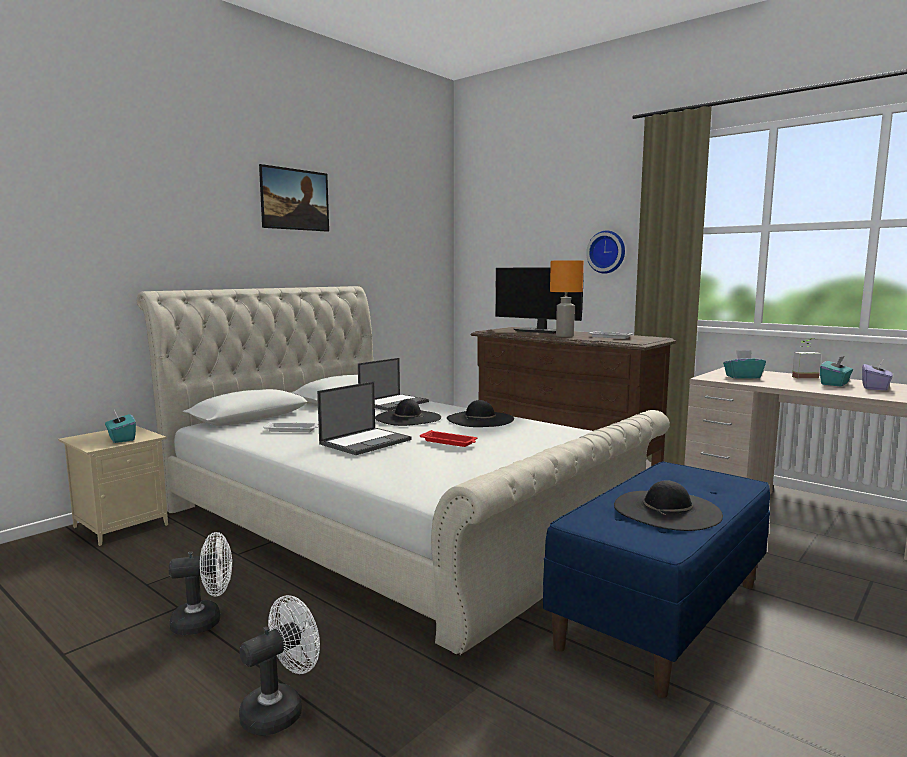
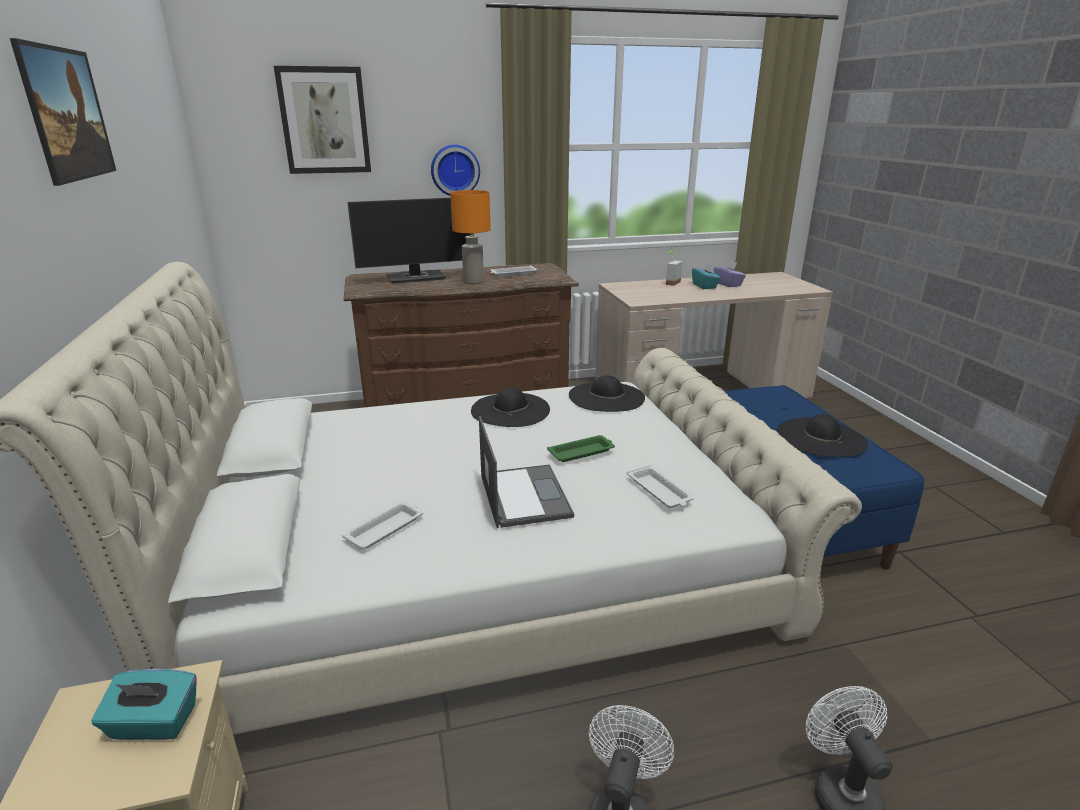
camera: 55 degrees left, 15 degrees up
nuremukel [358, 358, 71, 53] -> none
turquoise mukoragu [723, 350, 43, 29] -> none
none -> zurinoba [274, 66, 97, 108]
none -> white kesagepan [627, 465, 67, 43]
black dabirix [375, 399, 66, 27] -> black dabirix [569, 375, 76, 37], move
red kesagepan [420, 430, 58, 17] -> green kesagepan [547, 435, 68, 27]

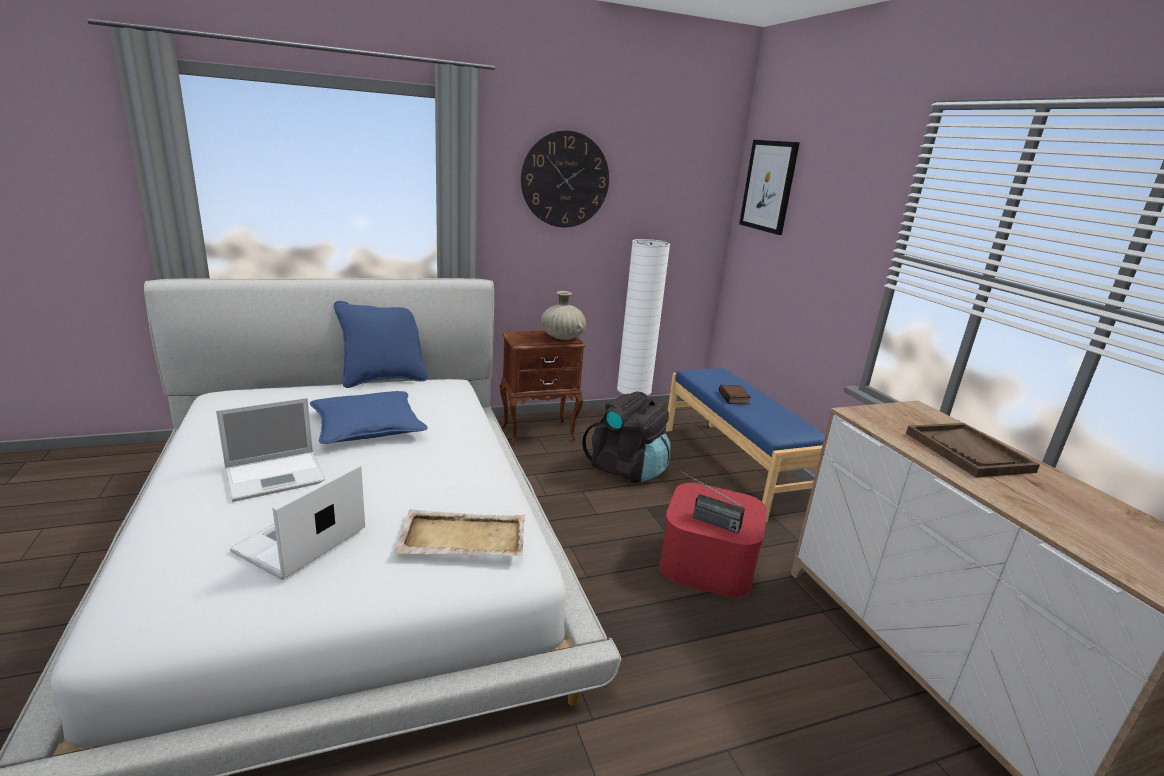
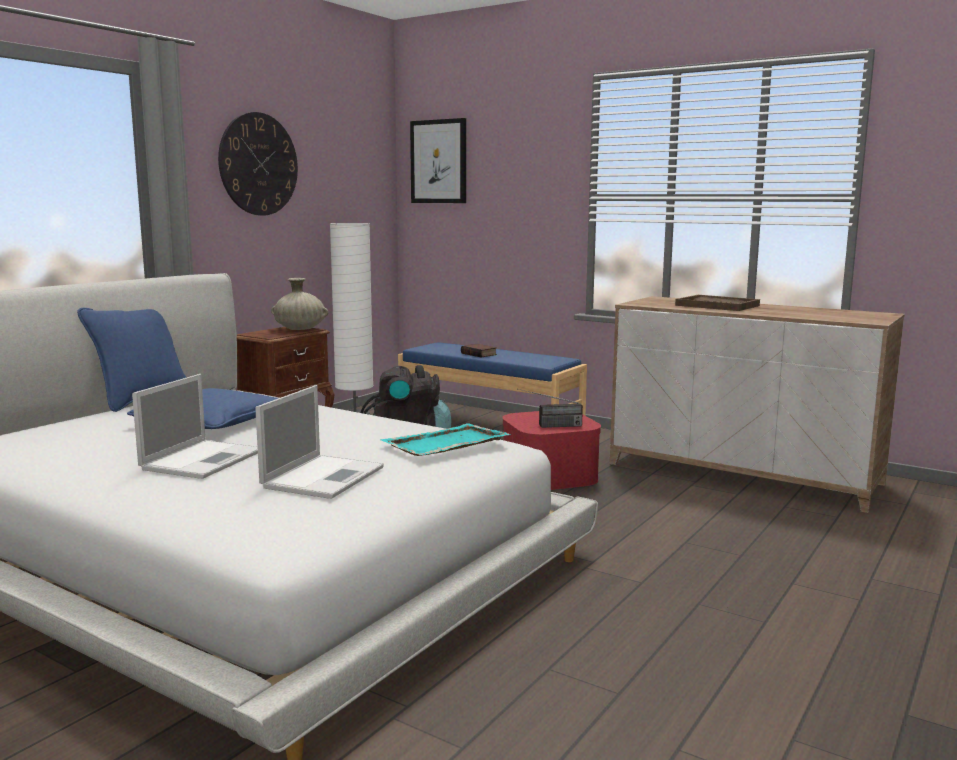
camera: 35 degrees left, 10 degrees down
beige kesagepan [394, 509, 131, 47] -> turquoise kesagepan [381, 423, 130, 33]
nuremukel [230, 464, 135, 116] -> nuremukel [255, 385, 129, 114], 150 degrees counterclockwise

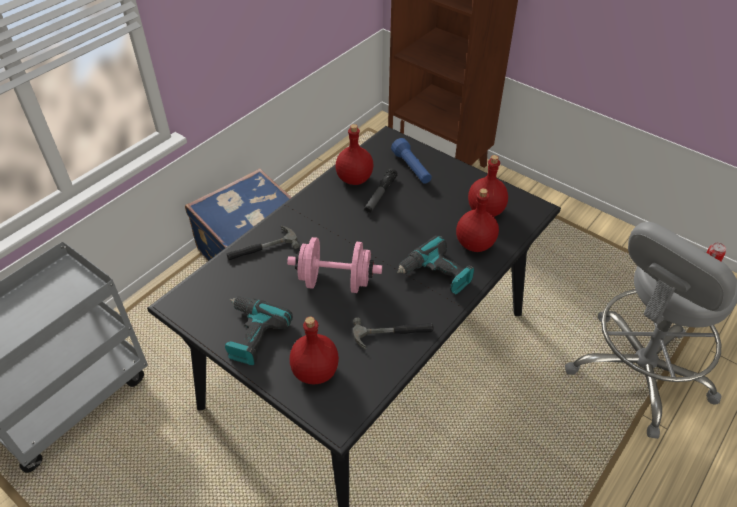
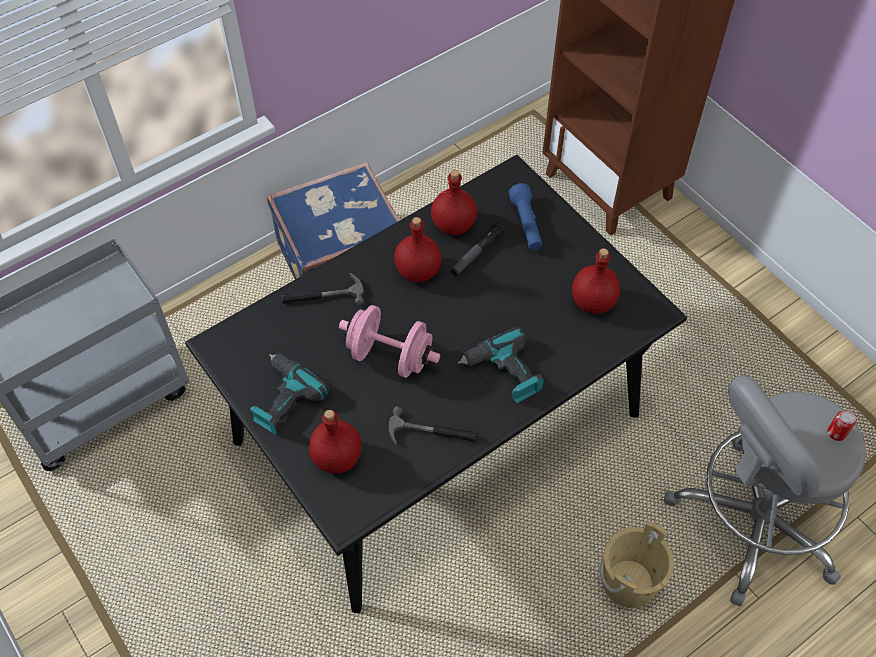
camera: 15 degrees right, 10 degrees up
none -> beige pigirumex [599, 521, 75, 87]
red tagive [456, 188, 43, 64] -> red tagive [394, 217, 48, 65], move

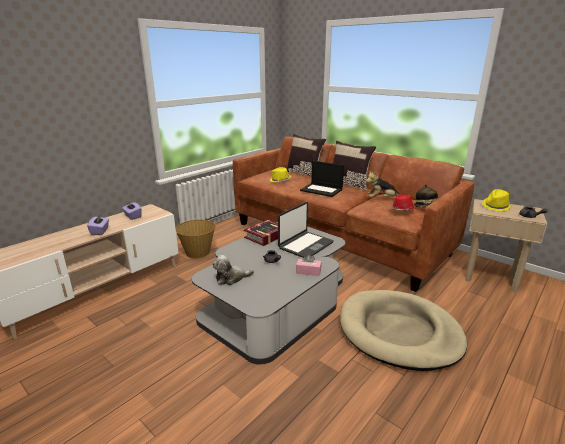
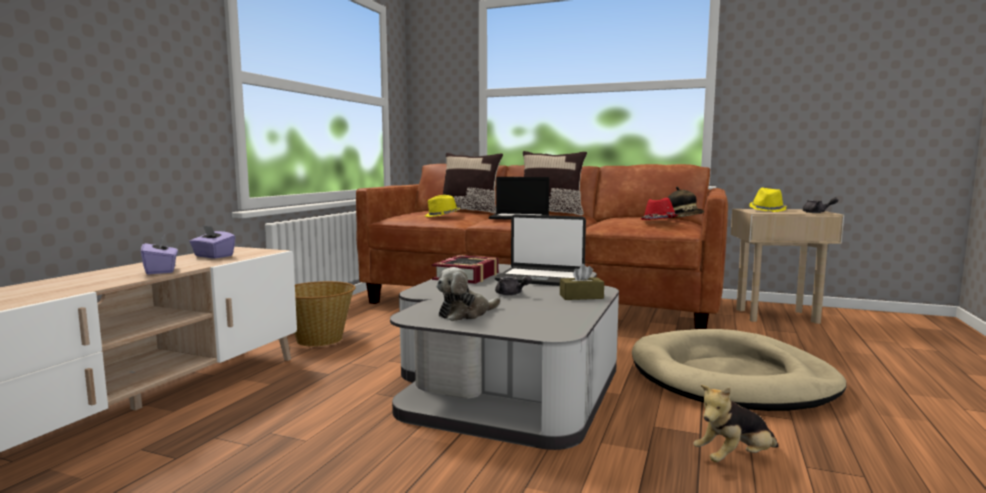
camera: 20 degrees left, 15 degrees down
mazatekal [366, 171, 34, 26] -> mazatekal [693, 385, 85, 77], move
pink mukoragu [296, 254, 25, 22] -> brown mukoragu [560, 264, 44, 36]
nuremukel [278, 202, 56, 56] -> nuremukel [495, 214, 91, 72], 90 degrees clockwise

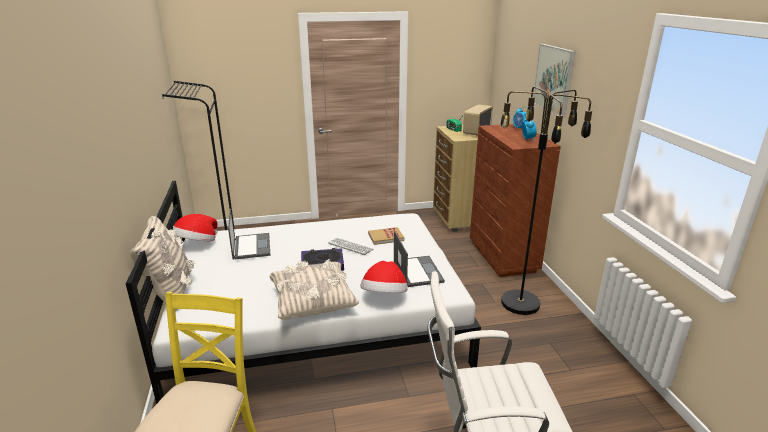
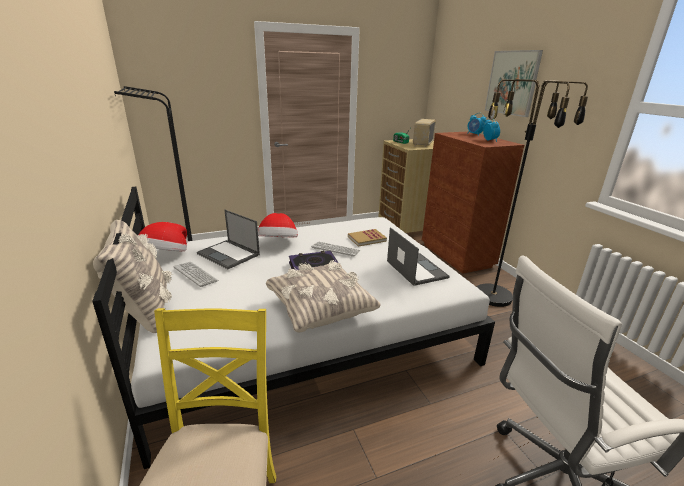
camera: 10 degrees left, 0 degrees up
none -> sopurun [174, 262, 45, 25]
dabirix [361, 261, 47, 32] -> dabirix [258, 213, 40, 24], move
nuremukel [228, 209, 43, 51] -> nuremukel [197, 210, 63, 59], 150 degrees clockwise

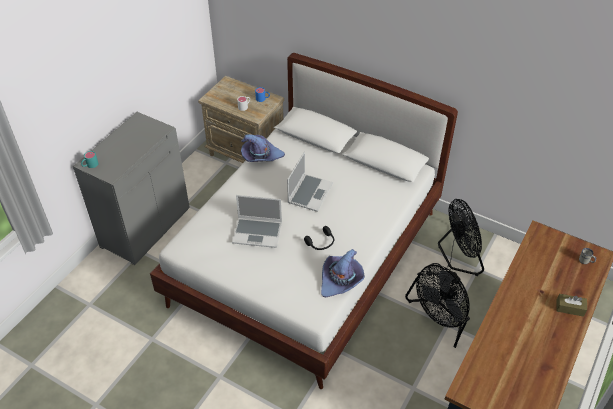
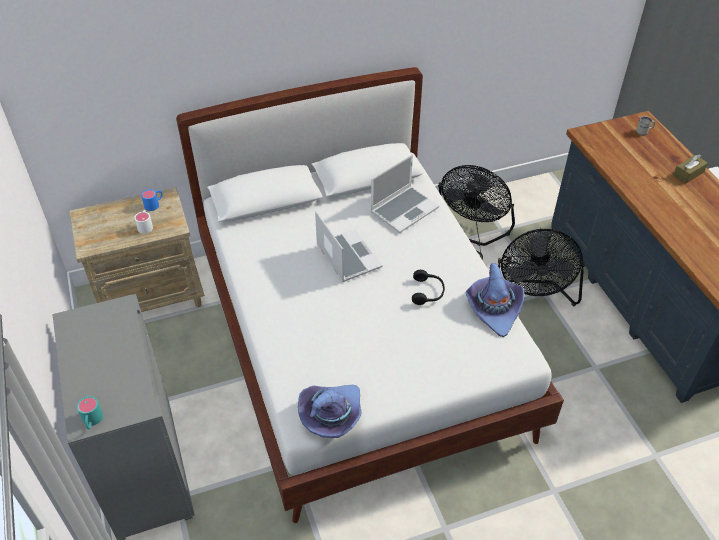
camera: 50 degrees left, 0 degrees up
nuremukel [232, 195, 50, 53] -> nuremukel [371, 154, 68, 79], move
purple dabirix [241, 134, 44, 28] -> purple dabirix [298, 384, 64, 54], move

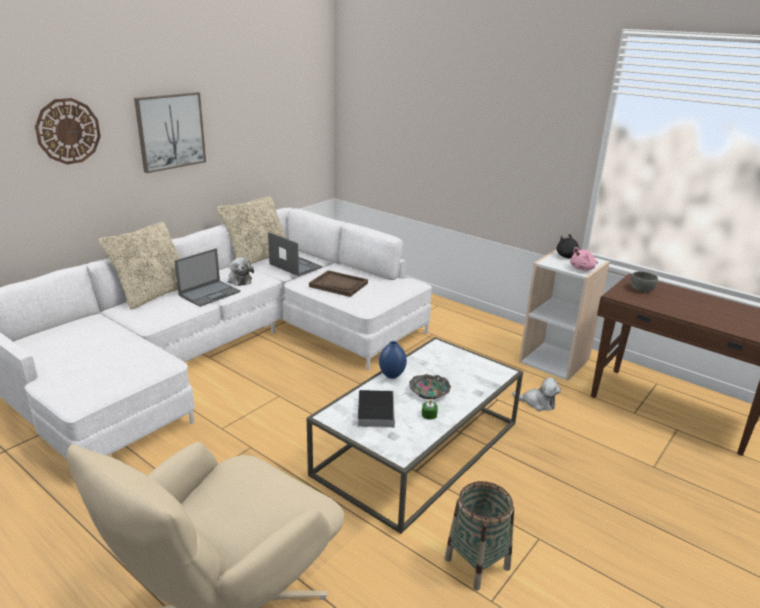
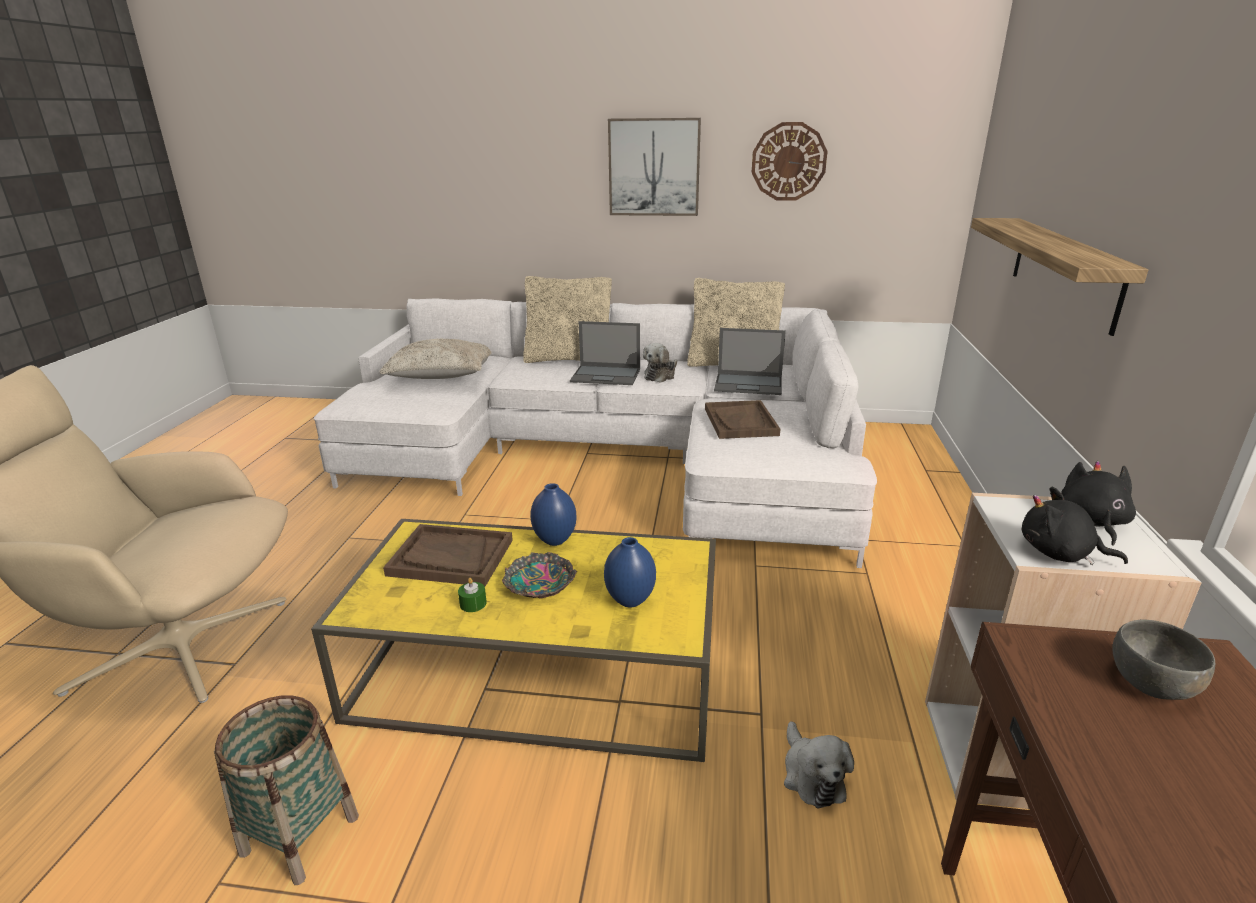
camera: 60 degrees right, 0 degrees up
none -> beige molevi [380, 338, 111, 41]
none -> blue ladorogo [604, 537, 52, 71]
none -> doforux [971, 218, 177, 118]
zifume [35, 98, 66, 66] -> zifume [752, 122, 76, 79], move
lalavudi [358, 390, 37, 38] -> brown kesagepan [383, 524, 130, 62]
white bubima [307, 337, 216, 197] -> yellow bubima [311, 519, 405, 243]
pink mazatekal [570, 247, 28, 24] -> black mazatekal [1022, 487, 106, 78]
nuremukel [268, 232, 54, 44] -> nuremukel [714, 328, 72, 67], 90 degrees clockwise

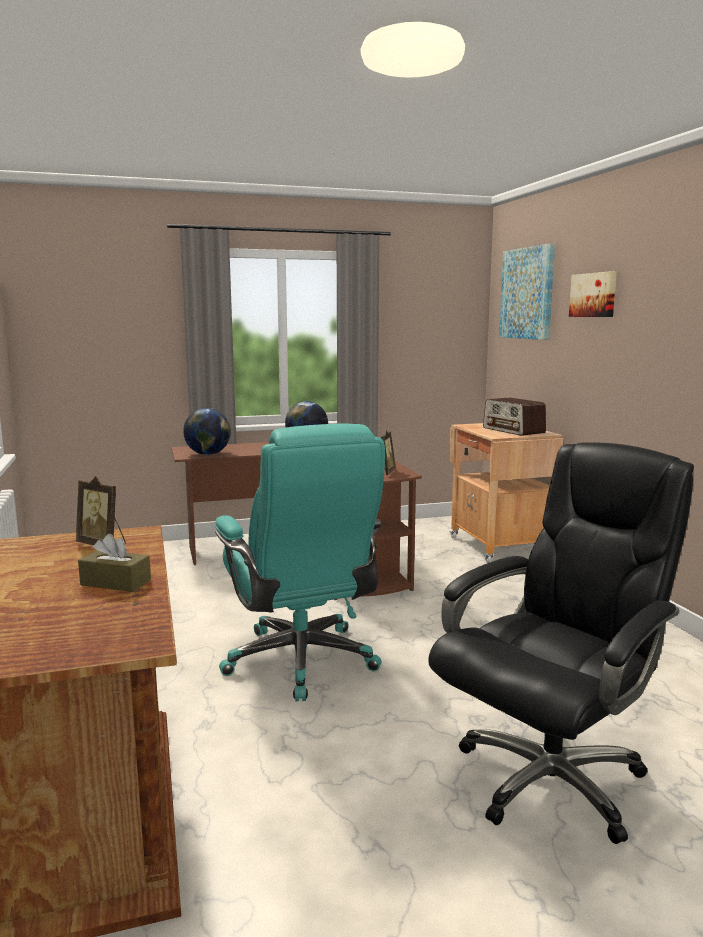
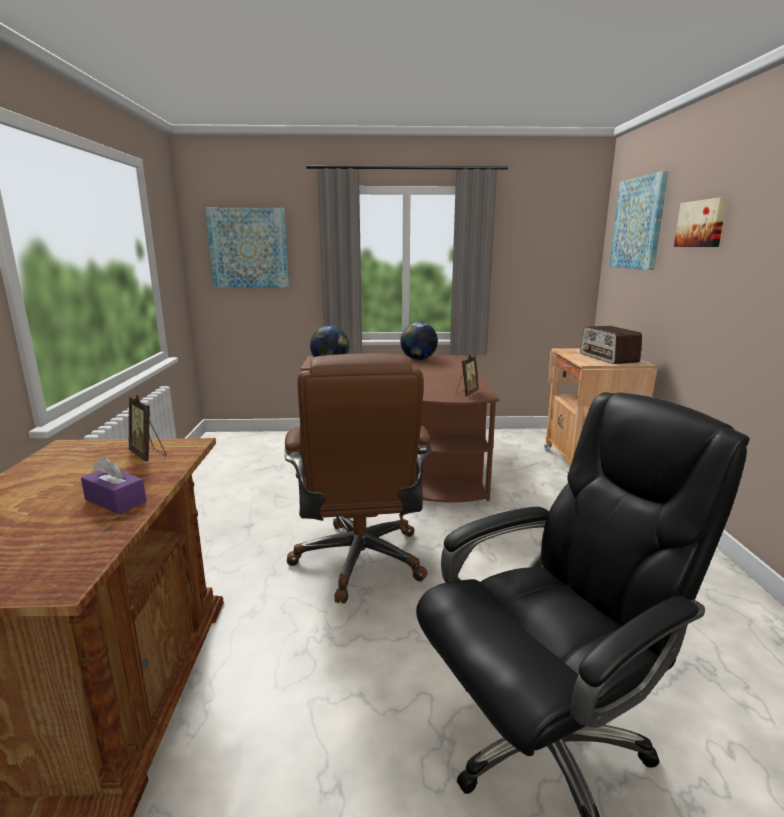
camera: 15 degrees right, 5 degrees up
none -> zurinoba [206, 208, 83, 80]
brown mukoragu [78, 534, 73, 58] -> purple mukoragu [81, 456, 65, 58]
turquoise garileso [215, 424, 170, 277] -> brown garileso [285, 353, 146, 251]

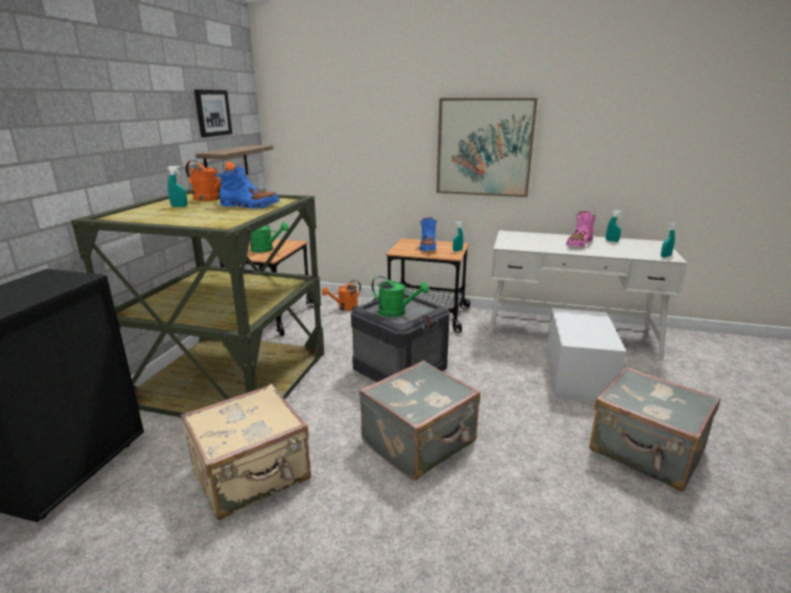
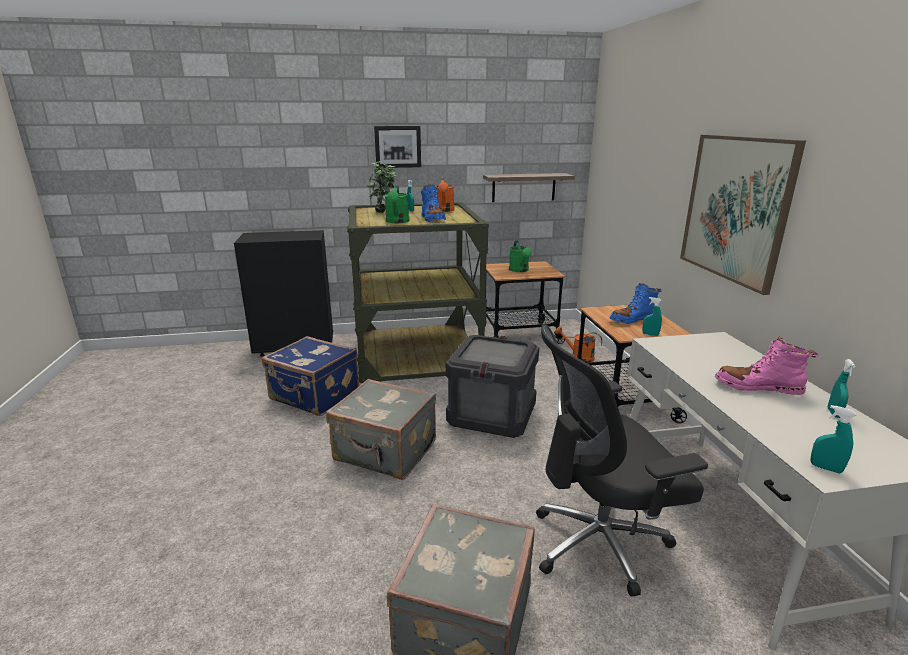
camera: 65 degrees right, 0 degrees up
none -> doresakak [367, 161, 30, 52]
zurinoba [194, 89, 38, 48] -> zurinoba [374, 126, 47, 42], move
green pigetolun [372, 276, 57, 41] -> green pigetolun [385, 186, 24, 37], move
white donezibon [546, 308, 80, 94] -> garileso [536, 324, 172, 273]
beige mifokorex [181, 384, 130, 136] -> blue mifokorex [262, 336, 98, 80]

